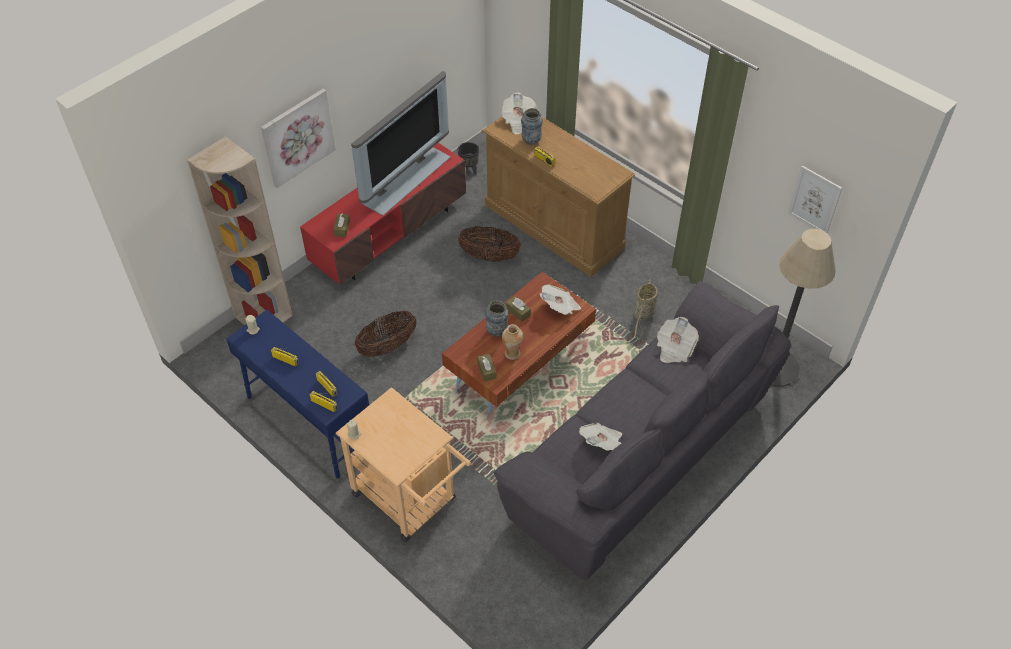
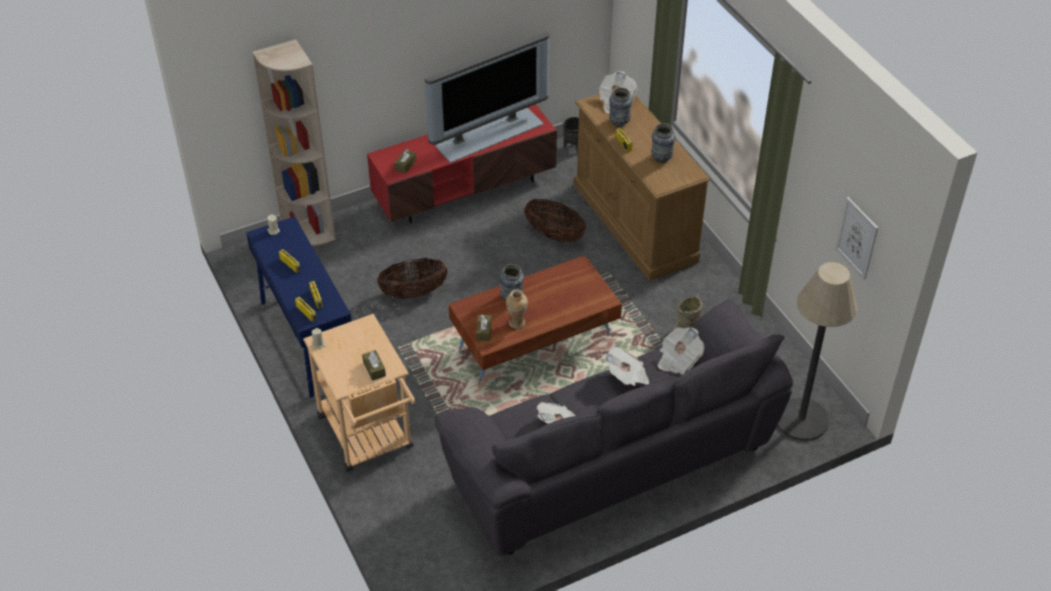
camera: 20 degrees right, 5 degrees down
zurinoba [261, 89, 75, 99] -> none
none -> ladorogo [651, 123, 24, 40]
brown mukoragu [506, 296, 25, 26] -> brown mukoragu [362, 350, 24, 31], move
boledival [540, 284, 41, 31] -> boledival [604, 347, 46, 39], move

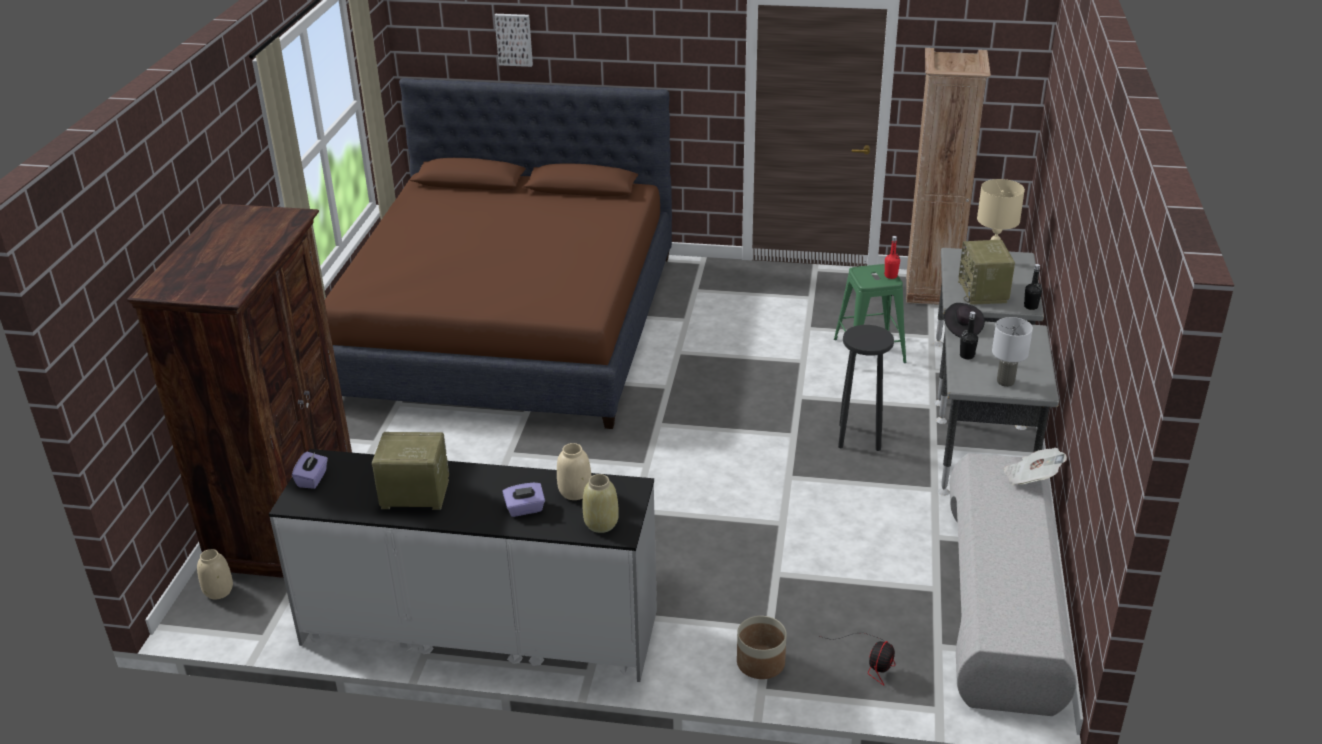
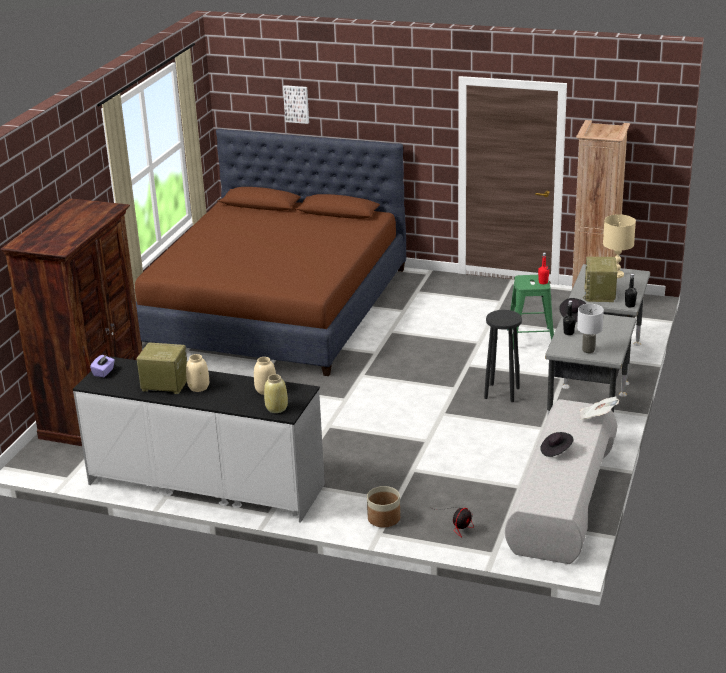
camera: 10 degrees right, 5 degrees down
purple mukoragu [503, 483, 42, 34] -> none
none -> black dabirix [540, 432, 34, 25]
beige ladorogo [197, 549, 36, 51] -> beige ladorogo [186, 354, 23, 38], move

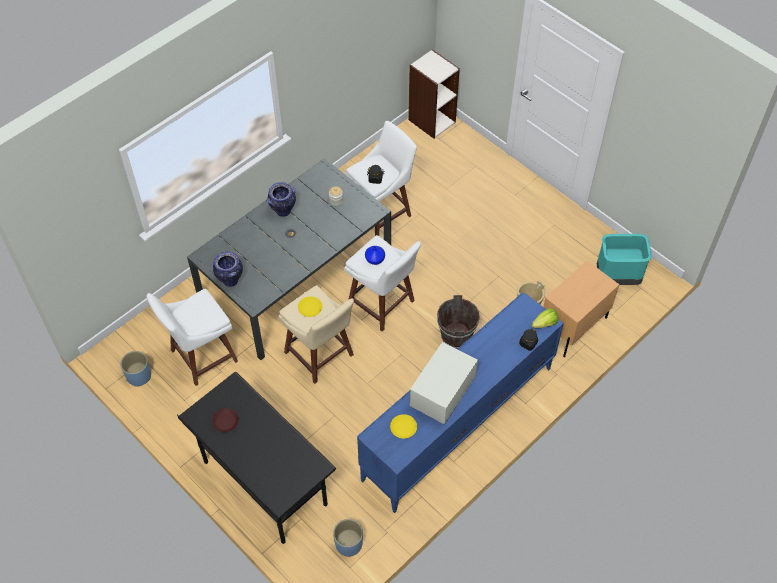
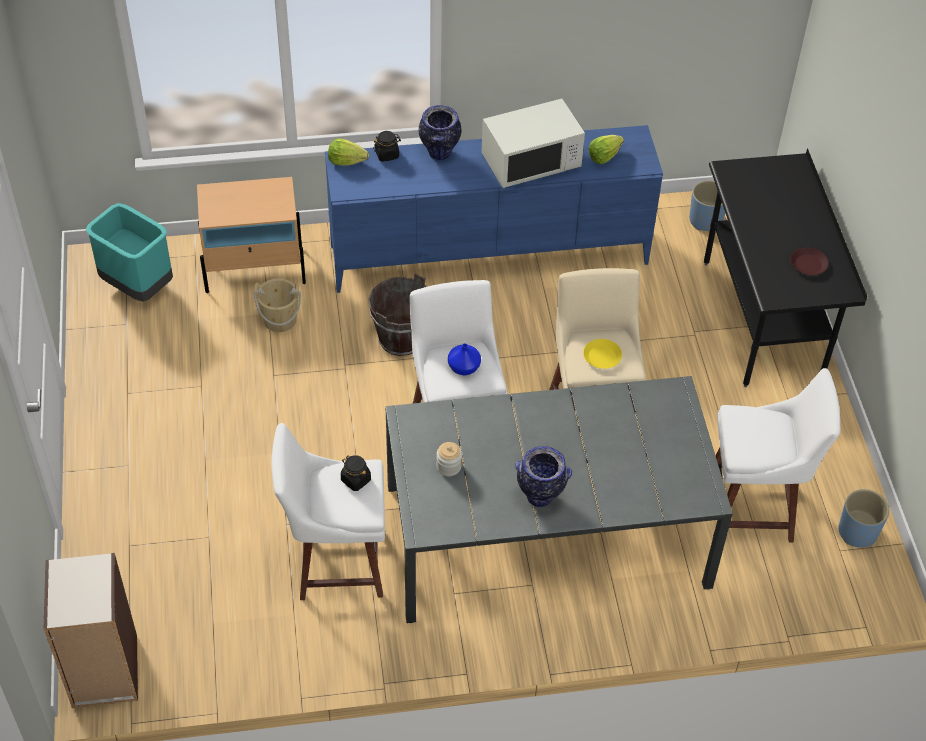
camera: 145 degrees left, 5 degrees down
ladorogo [213, 251, 30, 36] -> ladorogo [419, 105, 42, 55], move
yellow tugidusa [390, 414, 27, 25] -> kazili [589, 135, 35, 29]

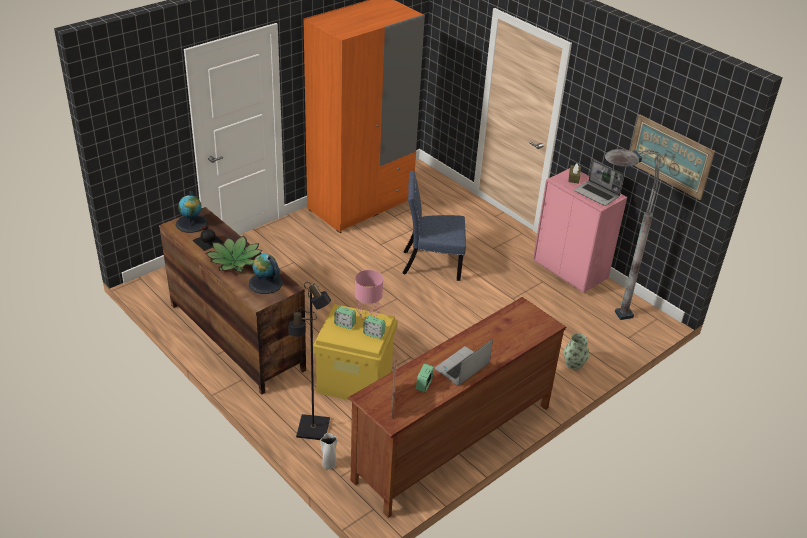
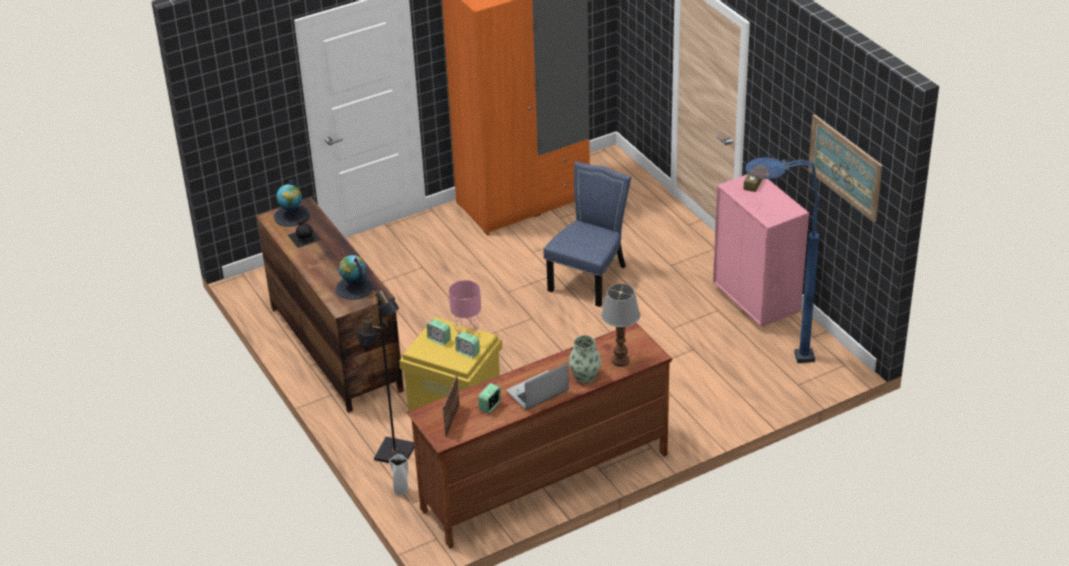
camera: 15 degrees right, 0 degrees up
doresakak [205, 236, 58, 36] -> none
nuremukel [574, 160, 51, 46] -> none
none -> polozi [601, 284, 39, 83]
ladorogo [564, 333, 25, 37] -> ladorogo [569, 335, 32, 48], move
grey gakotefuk [605, 149, 56, 171] -> blue gakotefuk [745, 157, 74, 206]
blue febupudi [402, 171, 64, 110] -> blue febupudi [544, 161, 87, 146], 105 degrees clockwise

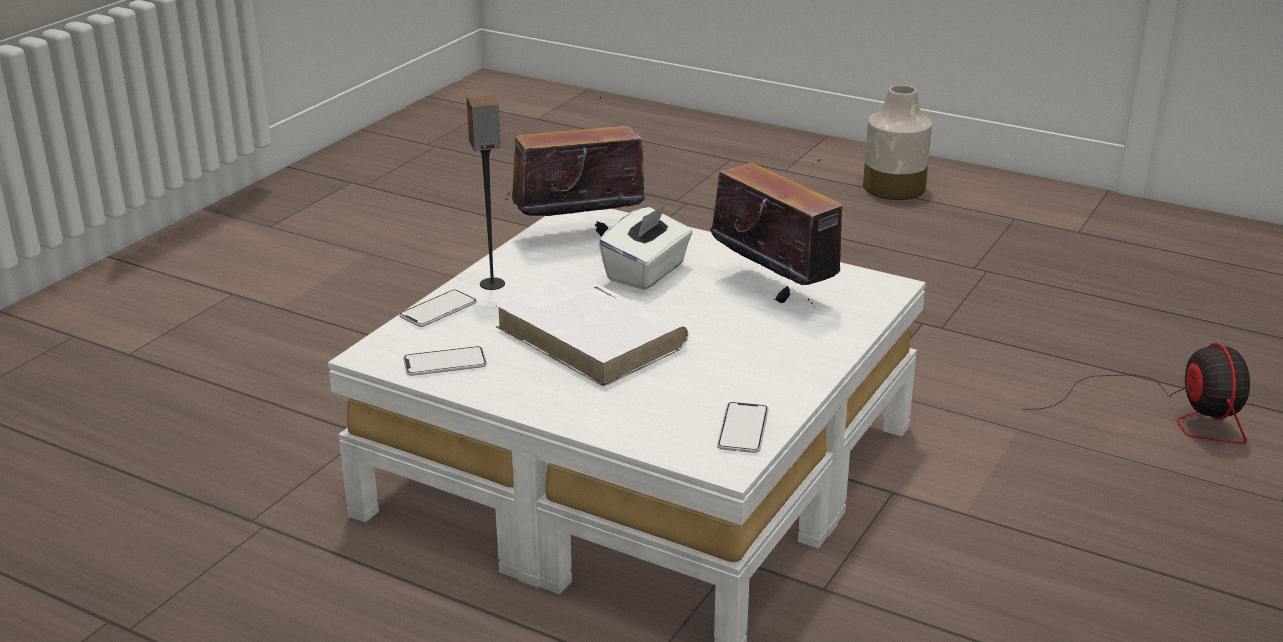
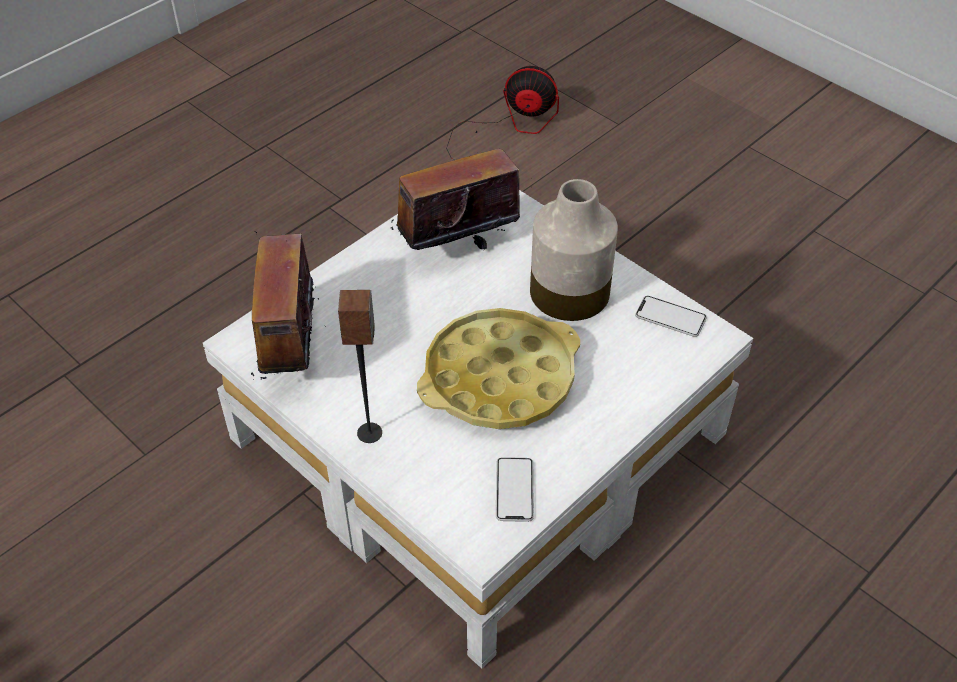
camera: 75 degrees left, 20 degrees up
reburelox [399, 290, 78, 37] -> none
white mukoragu [599, 204, 94, 86] -> none
beige ladorogo [863, 85, 69, 115] -> beige ladorogo [530, 179, 88, 142], move
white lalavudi [495, 273, 194, 114] -> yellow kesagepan [417, 308, 163, 121]

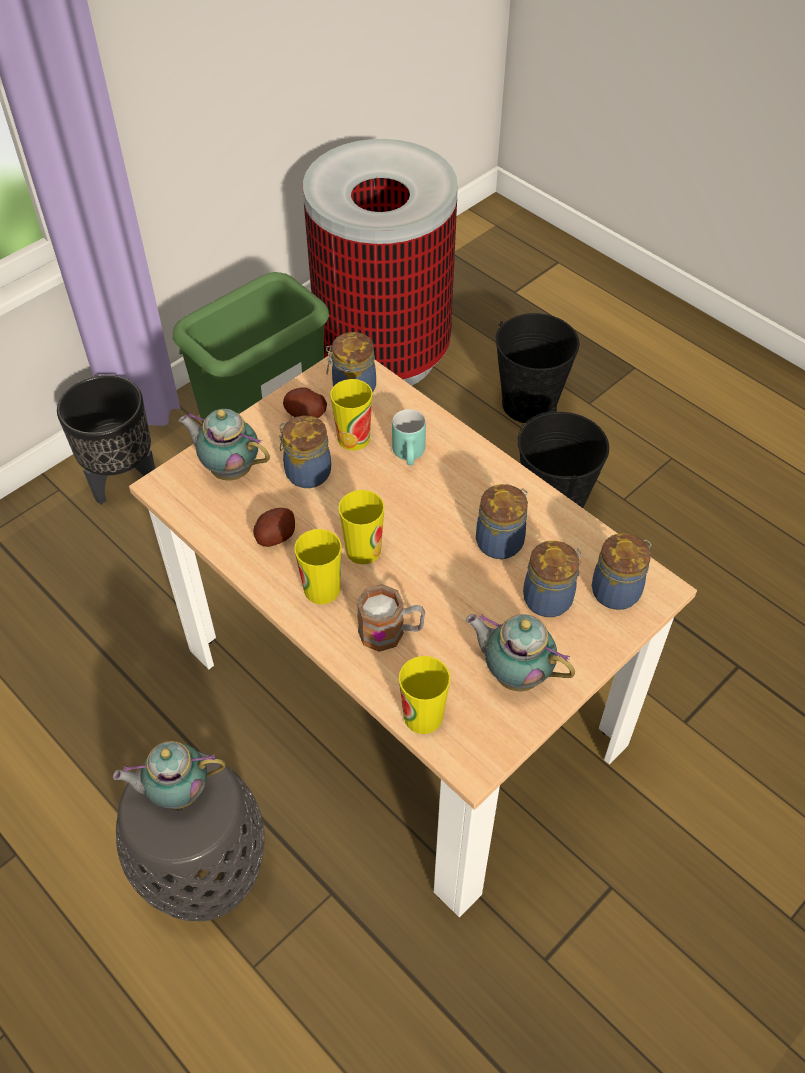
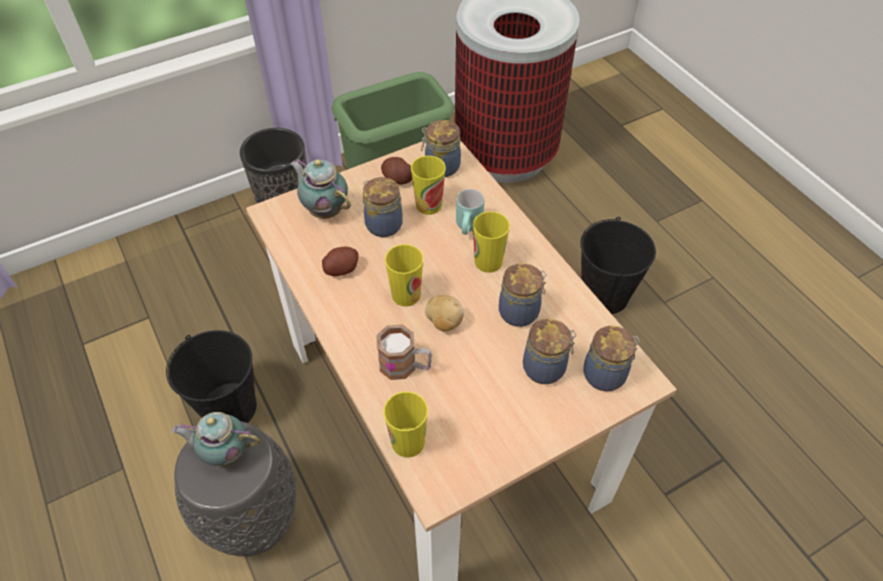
camera: 15 degrees right, 0 degrees up
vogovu [466, 614, 109, 77] -> none
none -> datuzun [425, 295, 39, 36]
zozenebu [294, 529, 48, 75] -> zozenebu [473, 211, 37, 62], move
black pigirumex [495, 313, 85, 110] -> black pigirumex [166, 330, 91, 93], move

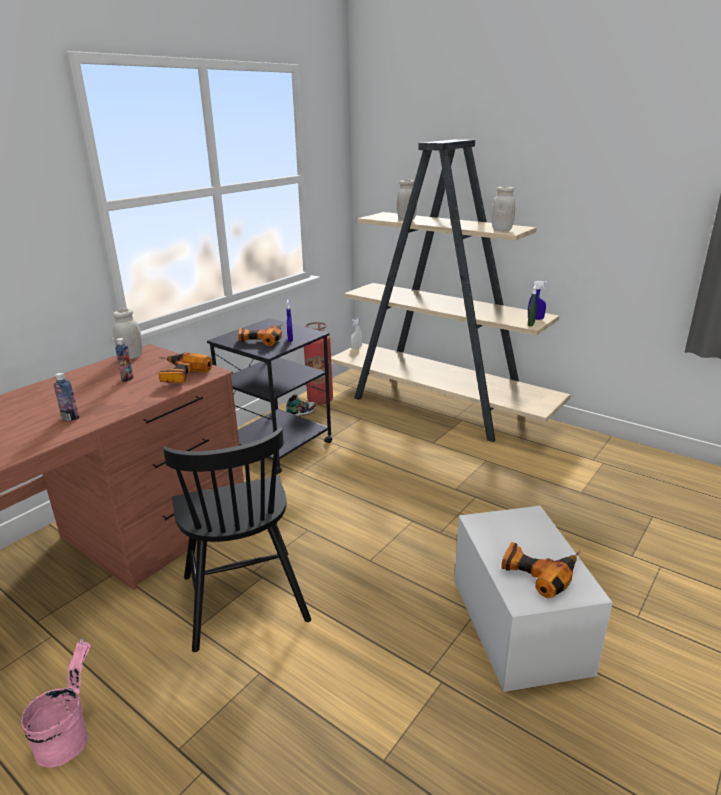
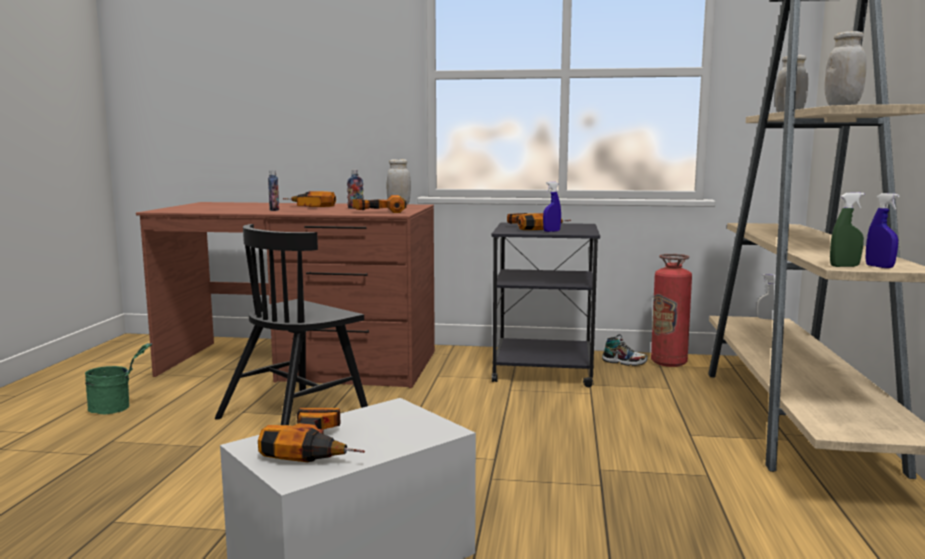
camera: 60 degrees right, 15 degrees down
none -> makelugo [283, 191, 53, 16]
pink pigirumex [21, 639, 70, 129] -> green pigirumex [85, 343, 68, 71]

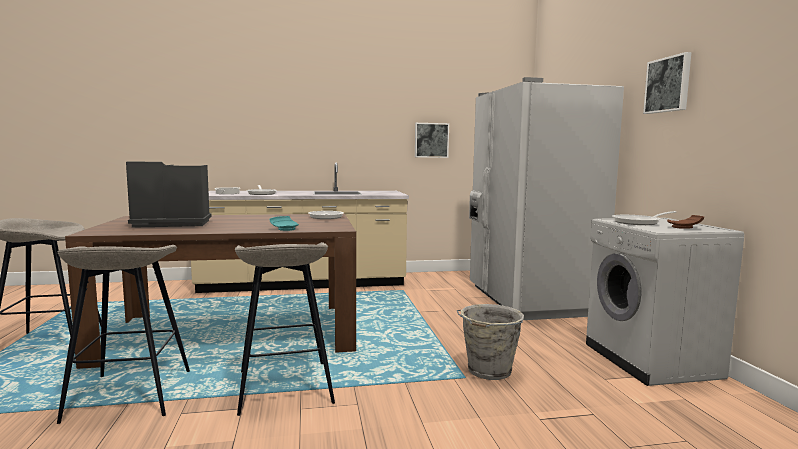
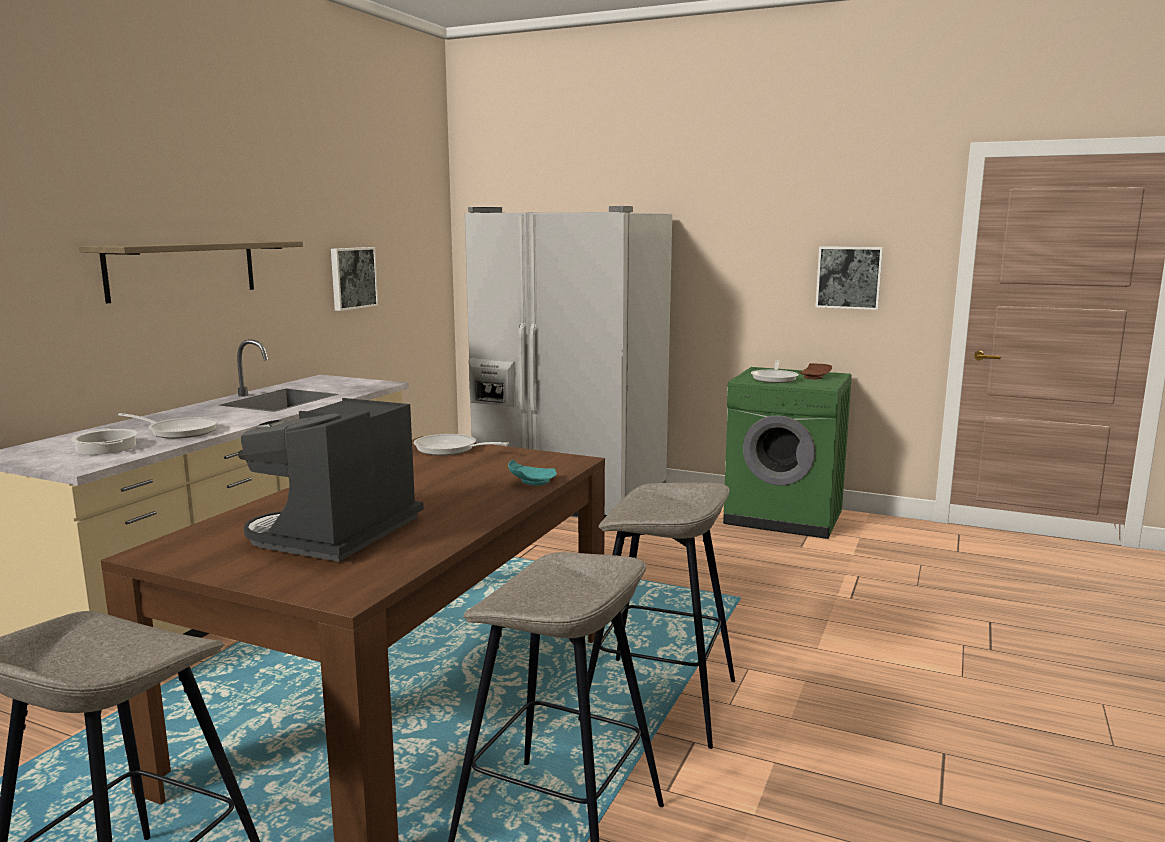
camera: 55 degrees left, 5 degrees up
grey pigirumex [457, 304, 67, 76] -> none
none -> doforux [79, 241, 224, 62]
zurinoba [643, 52, 48, 62] -> zurinoba [815, 246, 69, 64], move
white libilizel [586, 218, 158, 168] -> green libilizel [723, 367, 129, 172]

